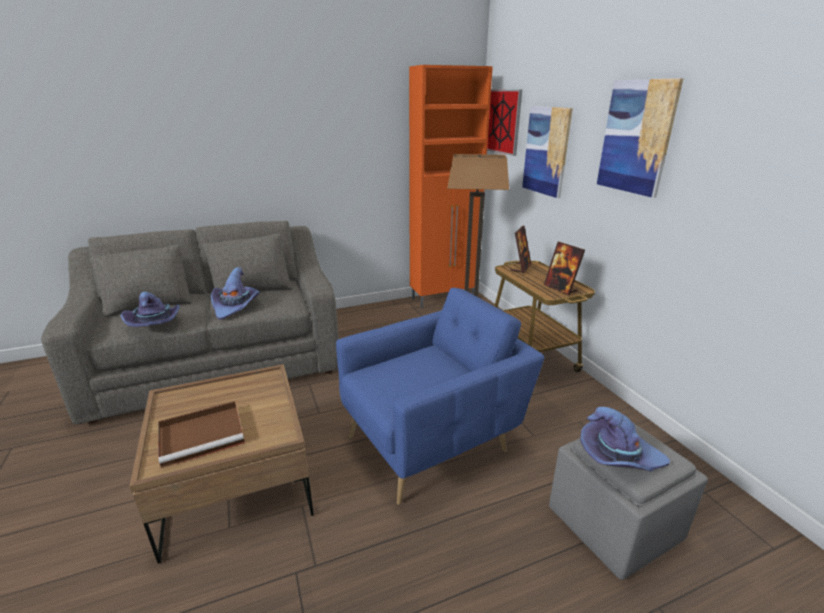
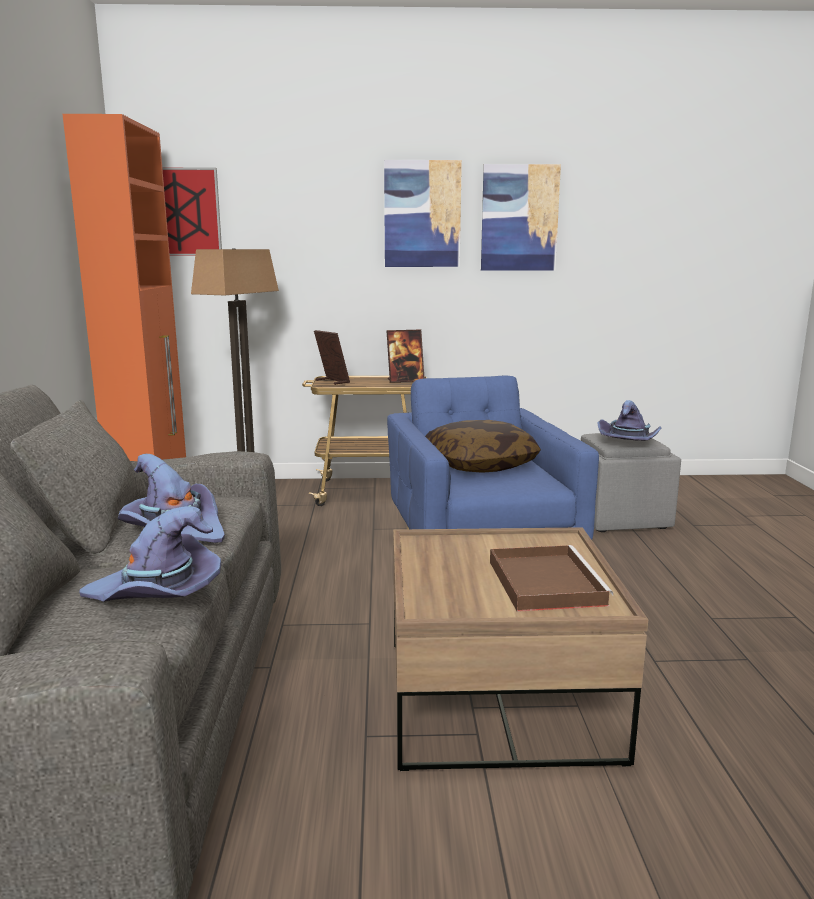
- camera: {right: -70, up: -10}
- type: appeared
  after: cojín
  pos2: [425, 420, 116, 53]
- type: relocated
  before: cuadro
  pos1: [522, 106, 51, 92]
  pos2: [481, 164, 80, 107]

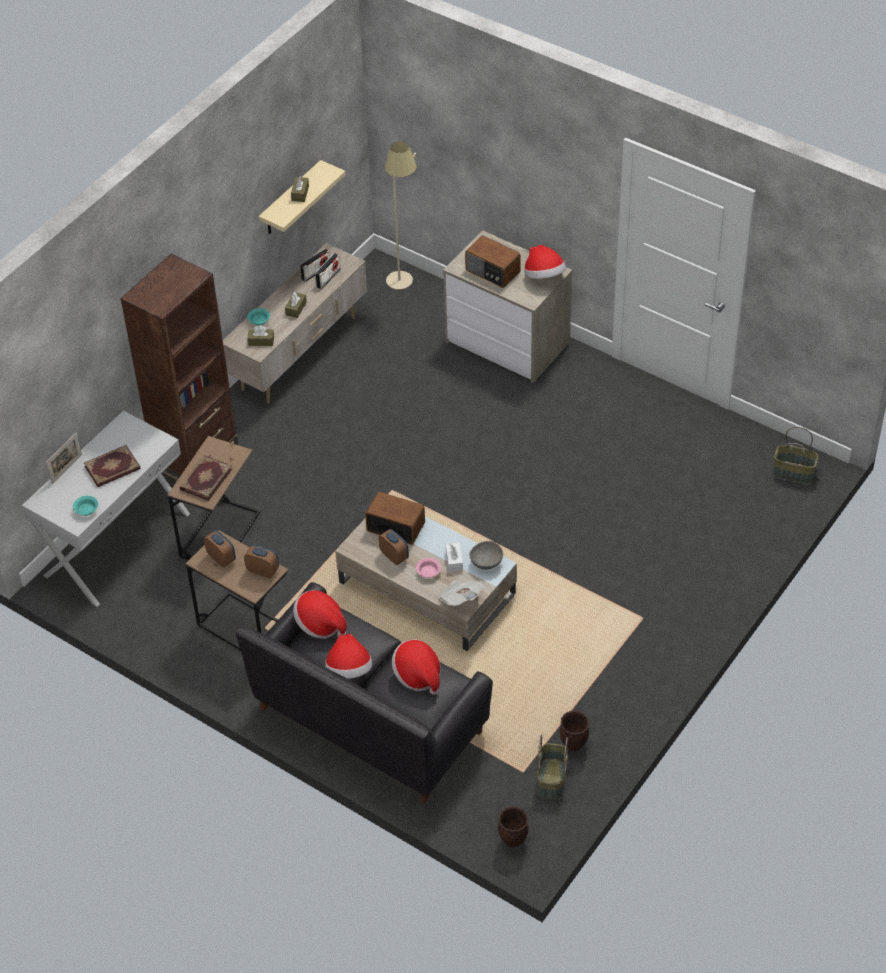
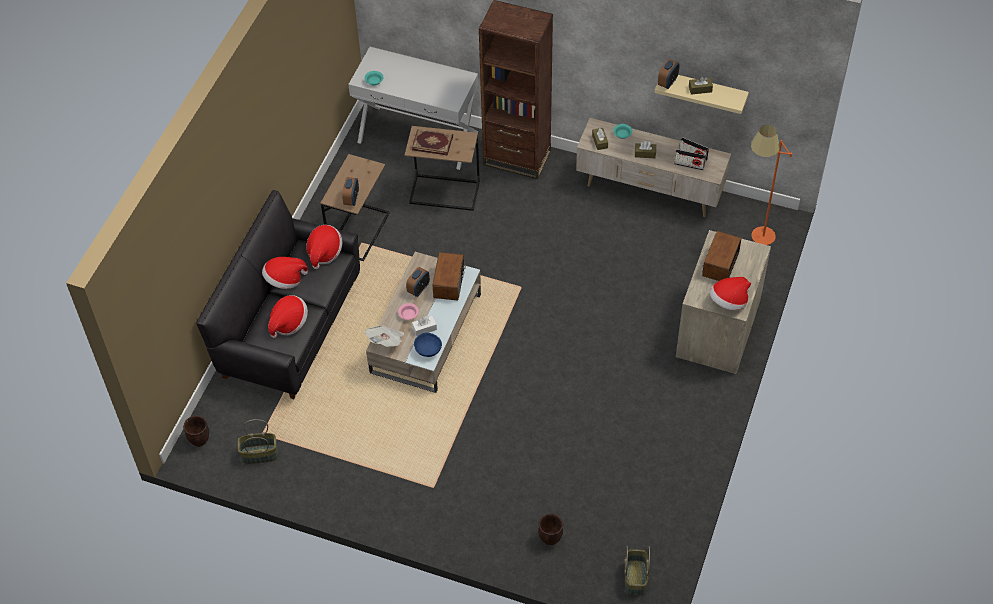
- camera: {right: 75, up: 5}
- type: colour
  before: cuenco/gris
  after: cuenco/azul
  pos1: [469, 541, 34, 29]
  pos2: [414, 332, 28, 25]
- type: relocated
  before: maceta/marrón
  pos1: [560, 710, 30, 41]
  pos2: [538, 513, 26, 32]
- type: relocated
  before: despertador
  pos1: [204, 530, 32, 37]
  pos2: [658, 59, 22, 30]
- type: colour
  before: lámpara de pie/beis
  after: lámpara de pie/naranja
  pos1: [385, 141, 32, 149]
  pos2: [751, 125, 41, 120]
- type: missing
  before: portarretratos
  pos1: [46, 432, 36, 53]
- type: missing
  before: libro
  pos1: [84, 445, 57, 42]

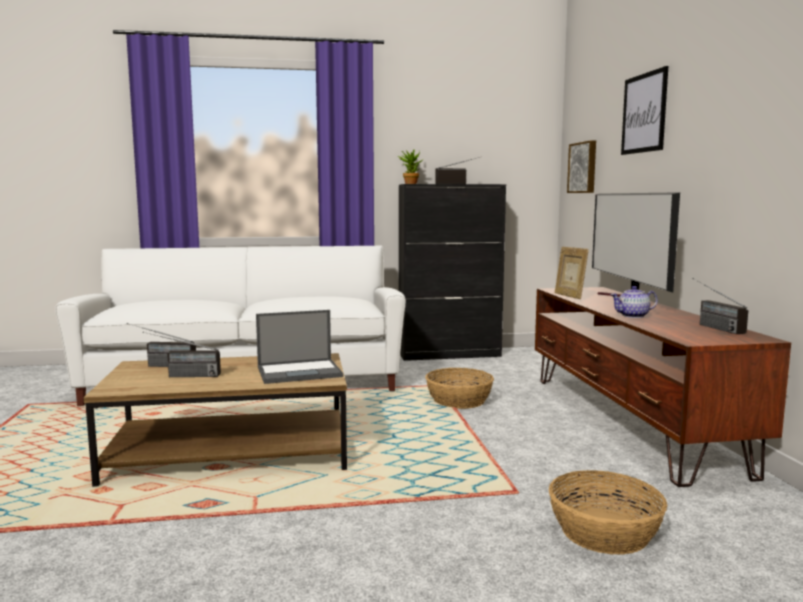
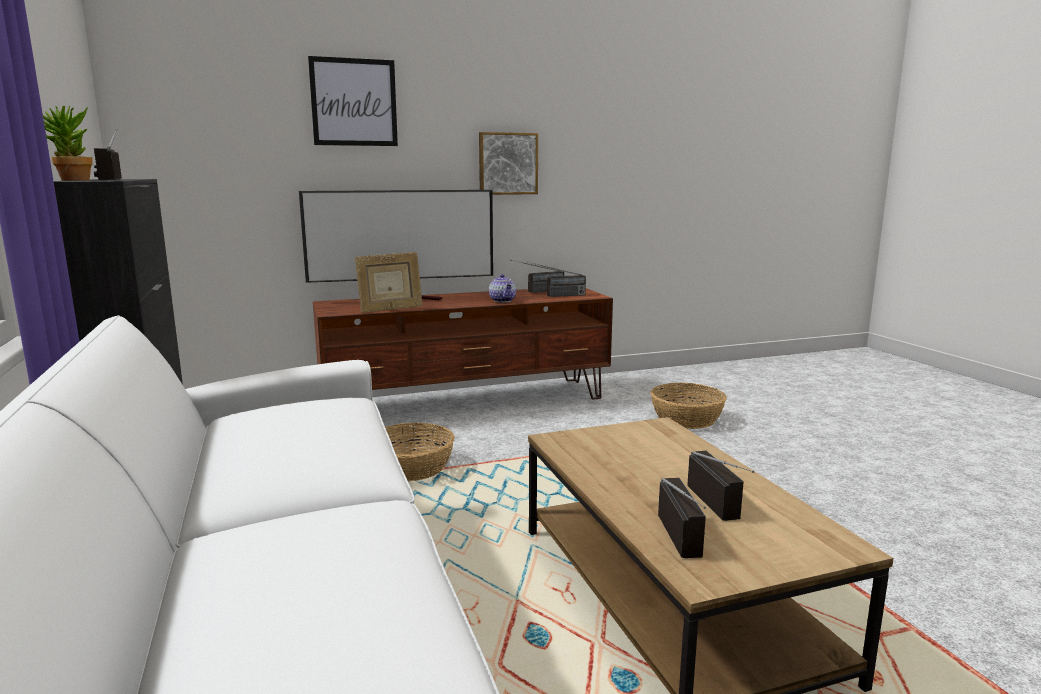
- camera: {right: -100, up: 5}
- type: relocated
  before: cuadro
  pos1: [567, 140, 29, 53]
  pos2: [479, 132, 59, 63]
- type: appeared
  after: radio
  pos2: [527, 262, 59, 35]
- type: missing
  before: portátil
  pos1: [256, 310, 87, 74]

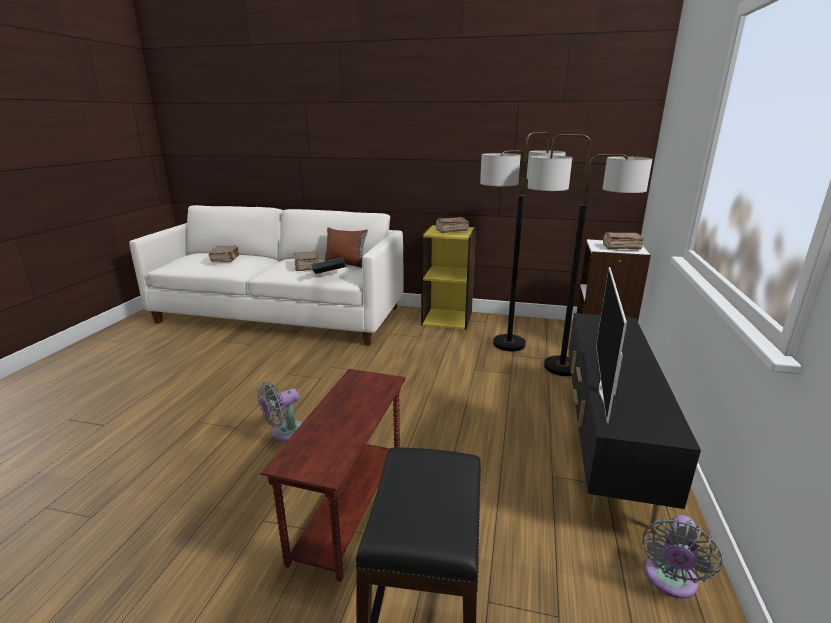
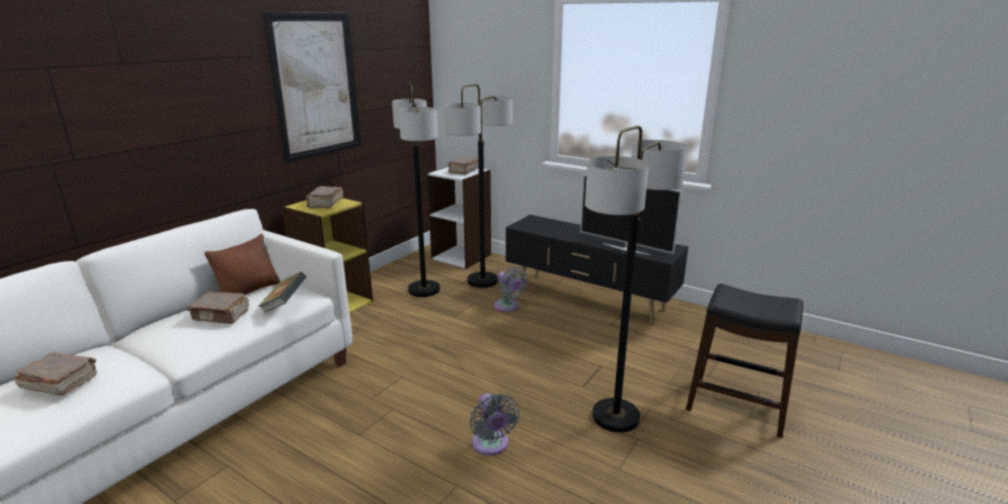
- camera: {right: -70, up: 0}
- type: appeared
  after: cuadro
  pos2: [262, 11, 99, 152]
- type: relocated
  before: ventilador/gris
  pos1: [642, 515, 80, 84]
  pos2: [494, 267, 34, 45]
- type: exchanged
  before: mesa auxiliar/marrón
  after: lámpara de pie
  pos1: [260, 369, 146, 213]
  pos2: [585, 125, 102, 307]

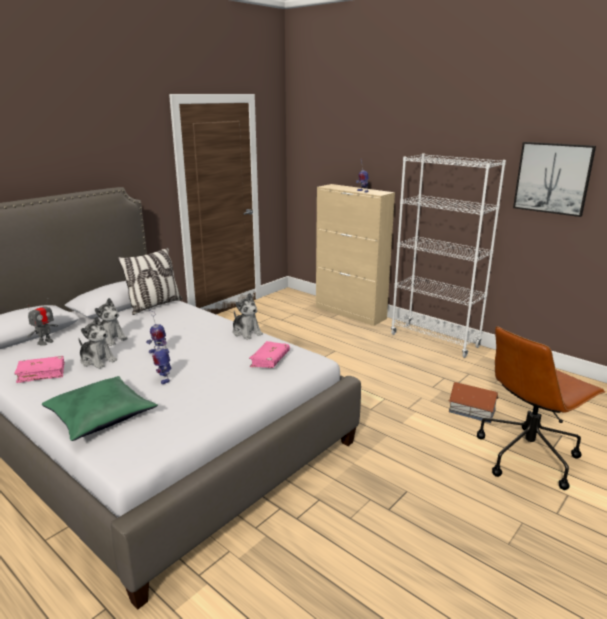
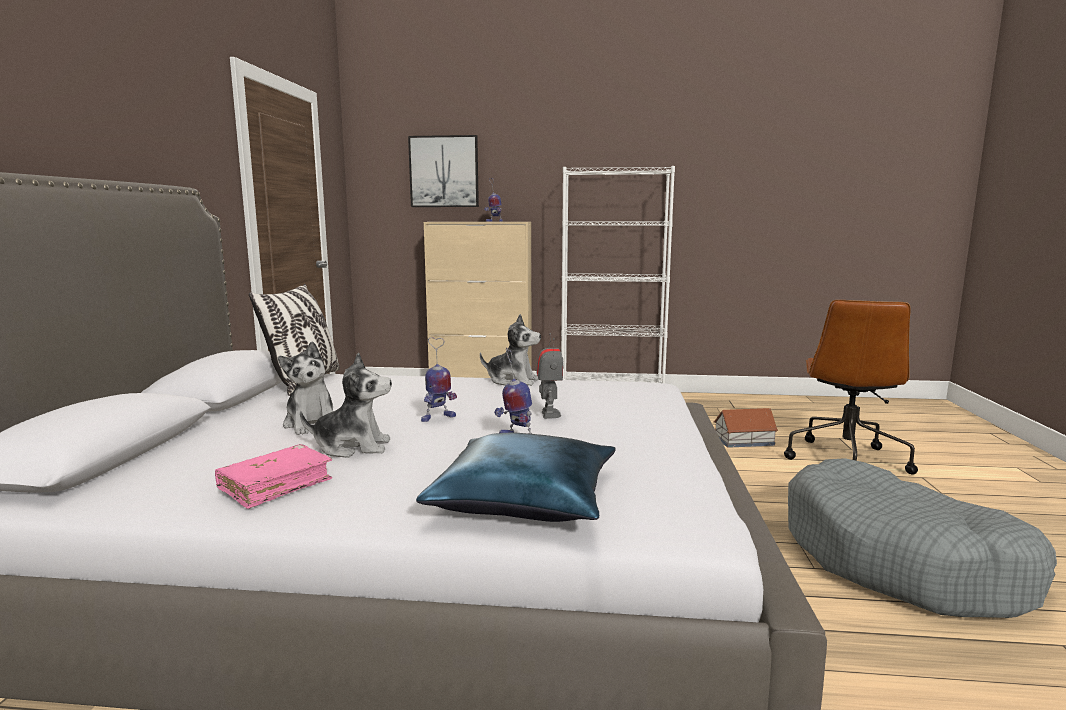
- camera: {right: -35, up: -10}
- type: spun
  before: peluche
  pos1: [95, 298, 33, 48]
  pos2: [278, 341, 55, 94]
  turn: 60
- type: relocated
  before: cuadro
  pos1: [513, 142, 83, 75]
  pos2: [408, 135, 71, 72]
- type: colour
  before: cojín/verde
  after: cojín/azul
  pos1: [42, 376, 116, 65]
  pos2: [416, 432, 200, 90]
- type: relocated
  before: robot de juguete
  pos1: [27, 298, 31, 48]
  pos2: [536, 333, 28, 86]
- type: appeared
  after: cama para perro/gris
  pos2: [788, 458, 269, 160]
- type: missing
  before: libro/rosa
  pos1: [249, 341, 41, 27]

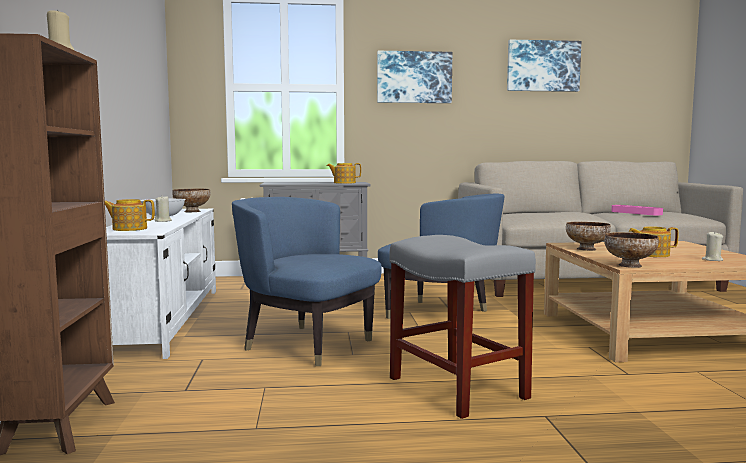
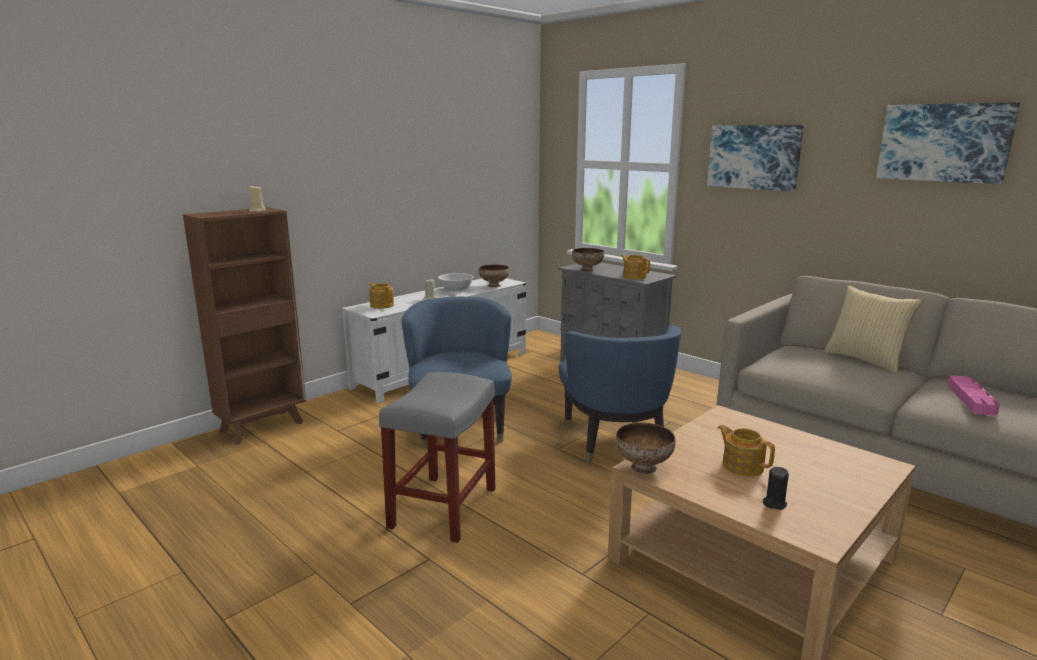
- camera: {right: 50, up: 10}
- type: relocated
  before: cuenco
  pos1: [566, 222, 45, 29]
  pos2: [572, 248, 32, 23]
- type: colour
  before: vela/beis
  after: vela/negro
  pos1: [702, 231, 21, 30]
  pos2: [763, 467, 26, 43]
- type: appeared
  after: cojín
  pos2: [824, 286, 99, 88]

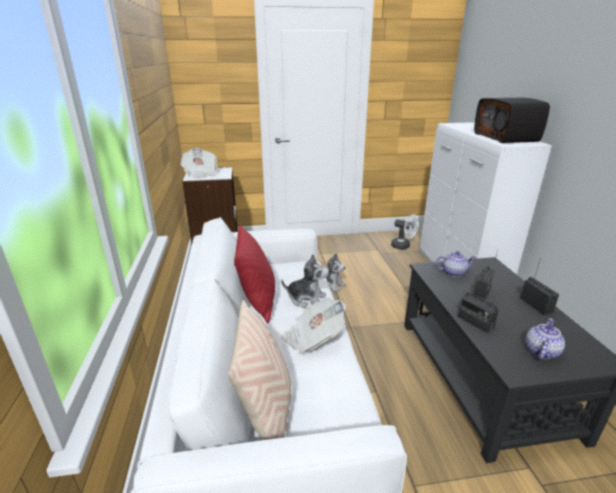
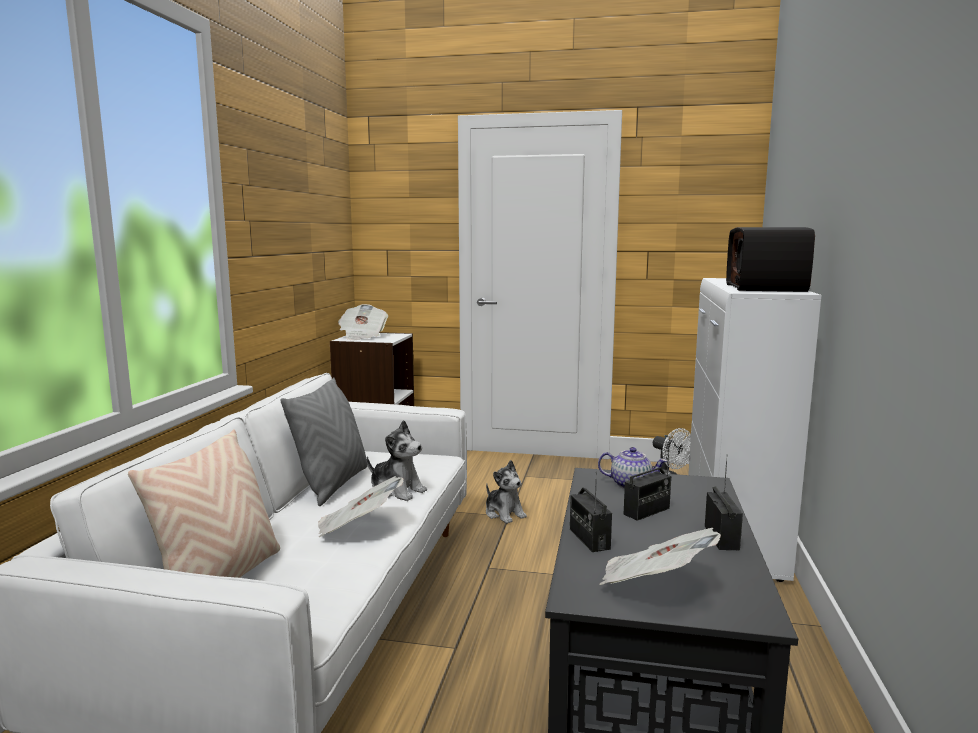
- camera: {right: 20, up: -15}
- type: colour
  before: cojín/rojo
  after: cojín/gris
  pos1: [234, 225, 41, 99]
  pos2: [280, 377, 88, 129]
- type: exchanged
  before: tetera
  after: periódico
  pos1: [525, 318, 40, 41]
  pos2: [600, 528, 121, 57]

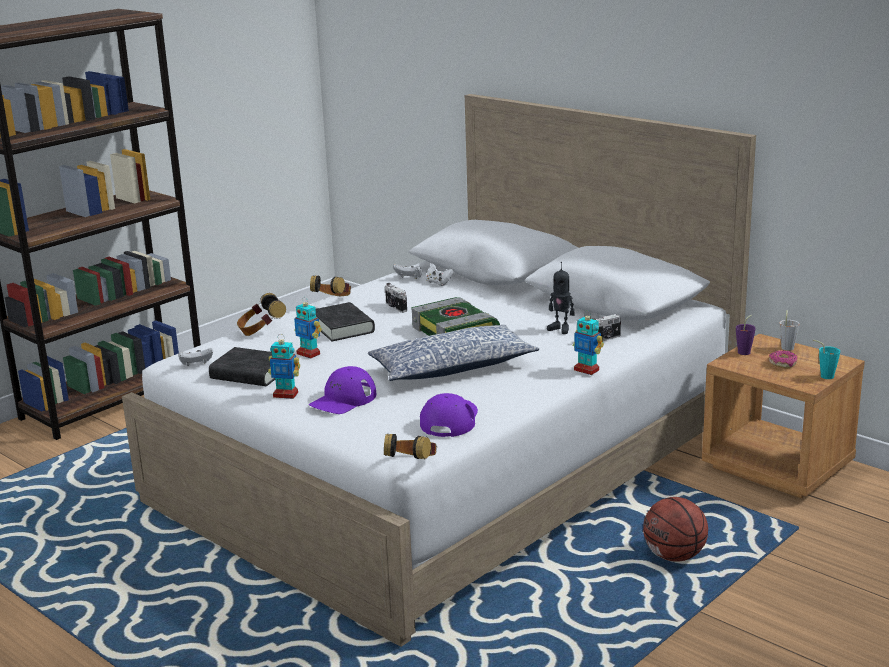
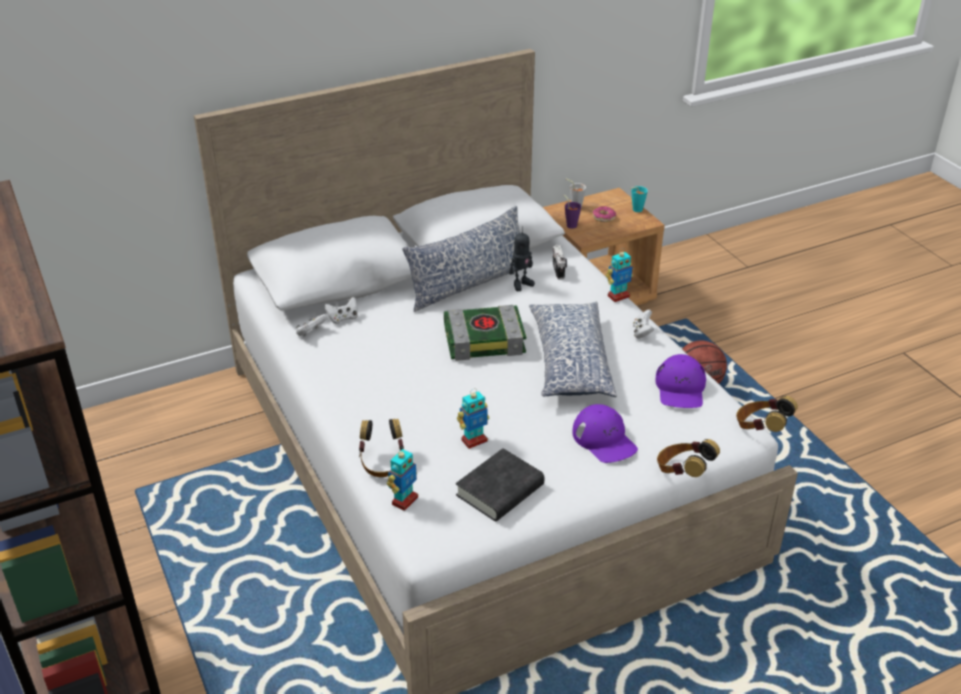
- camera: {right: -70, up: 15}
- type: relocated
  before: robot de juguete
  pos1: [268, 335, 32, 64]
  pos2: [387, 447, 31, 64]
- type: appeared
  after: cojín
  pos2: [403, 206, 117, 106]
- type: relocated
  before: mando de consola/blanco
  pos1: [178, 348, 35, 18]
  pos2: [633, 310, 21, 29]
- type: spun
  before: gorra/morado
  pos1: [420, 393, 58, 44]
  pos2: [655, 354, 51, 54]
  turn: -120
- type: relocated
  before: auriculares
  pos1: [310, 275, 41, 21]
  pos2: [657, 439, 63, 38]
- type: missing
  before: libro/negro
  pos1: [316, 302, 59, 39]
- type: missing
  before: cámara
  pos1: [385, 283, 22, 30]

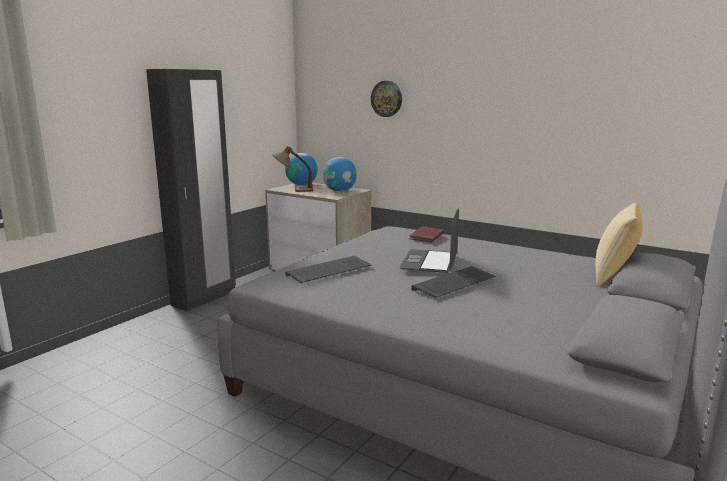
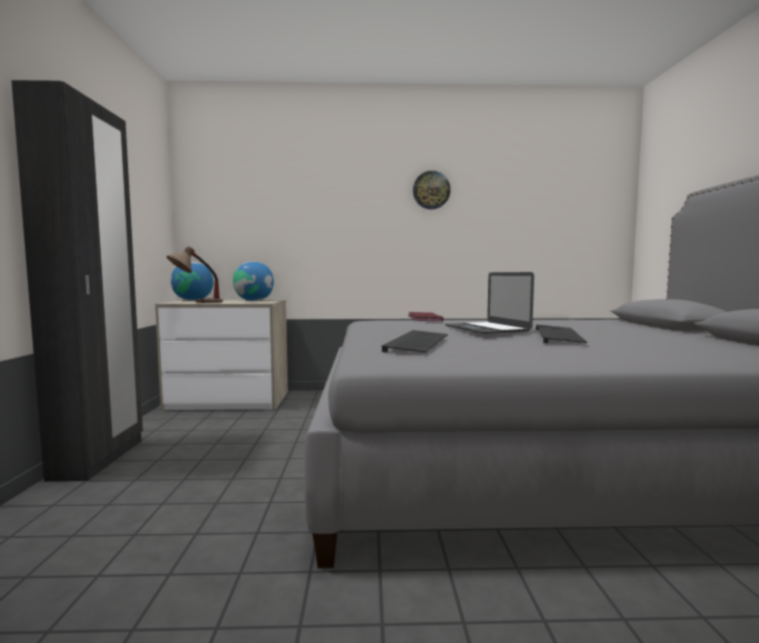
- camera: {right: -35, up: -10}
- type: relocated
  before: reloj de pared
  pos1: [371, 81, 31, 36]
  pos2: [413, 171, 38, 38]
- type: missing
  before: cojín
  pos1: [595, 203, 48, 83]

